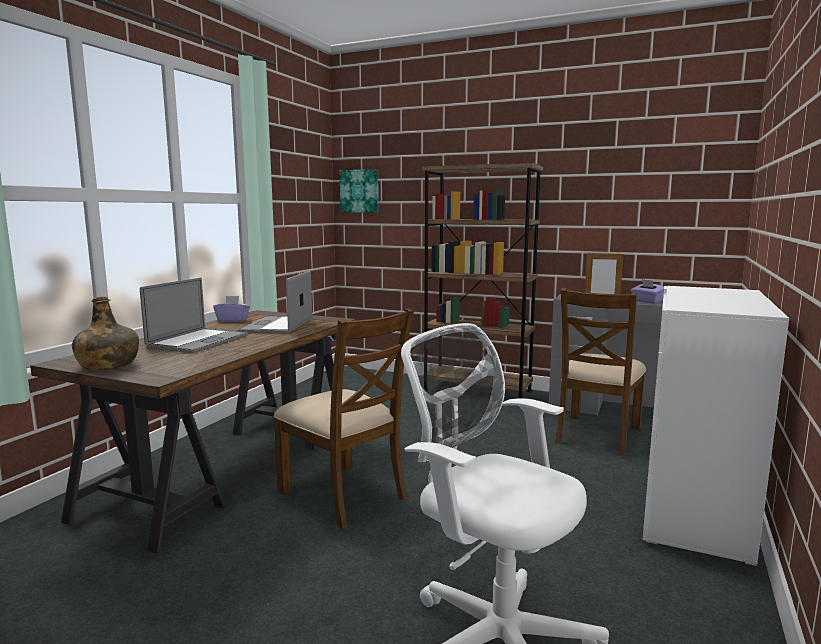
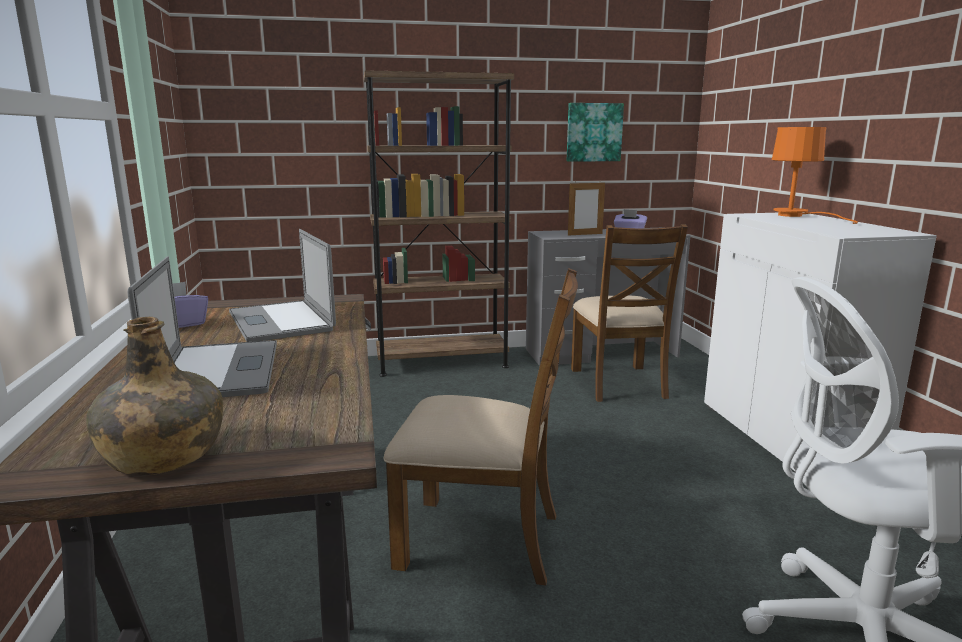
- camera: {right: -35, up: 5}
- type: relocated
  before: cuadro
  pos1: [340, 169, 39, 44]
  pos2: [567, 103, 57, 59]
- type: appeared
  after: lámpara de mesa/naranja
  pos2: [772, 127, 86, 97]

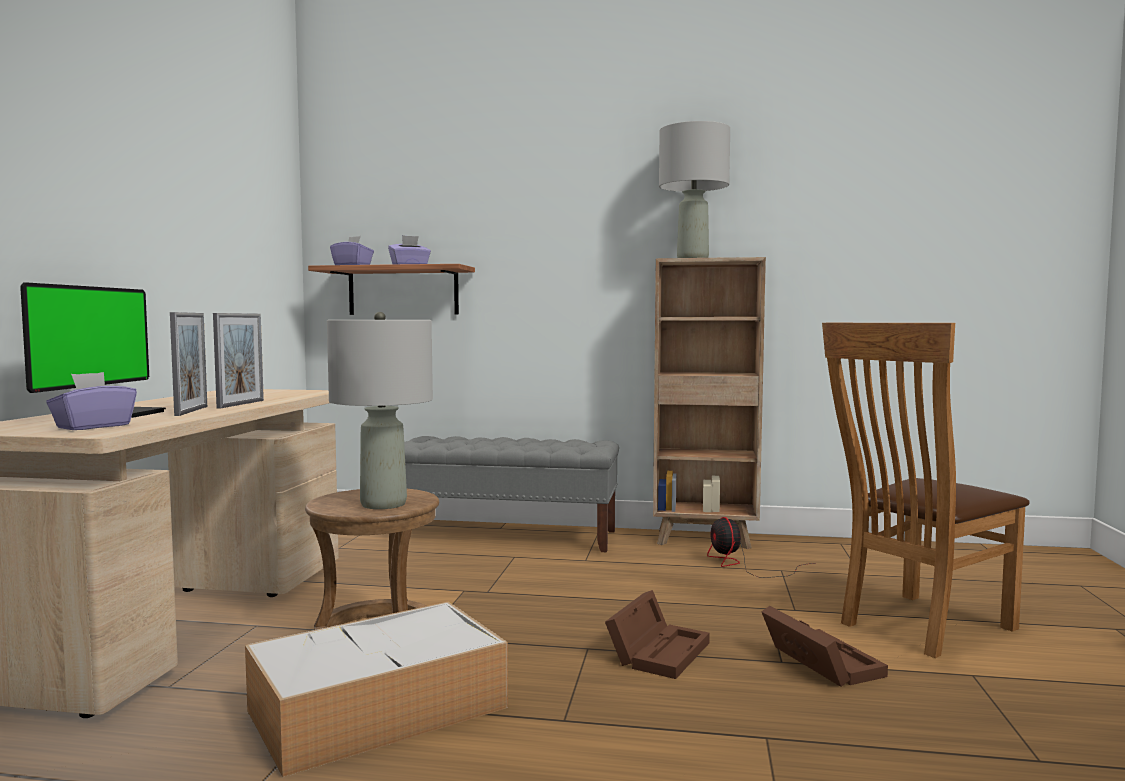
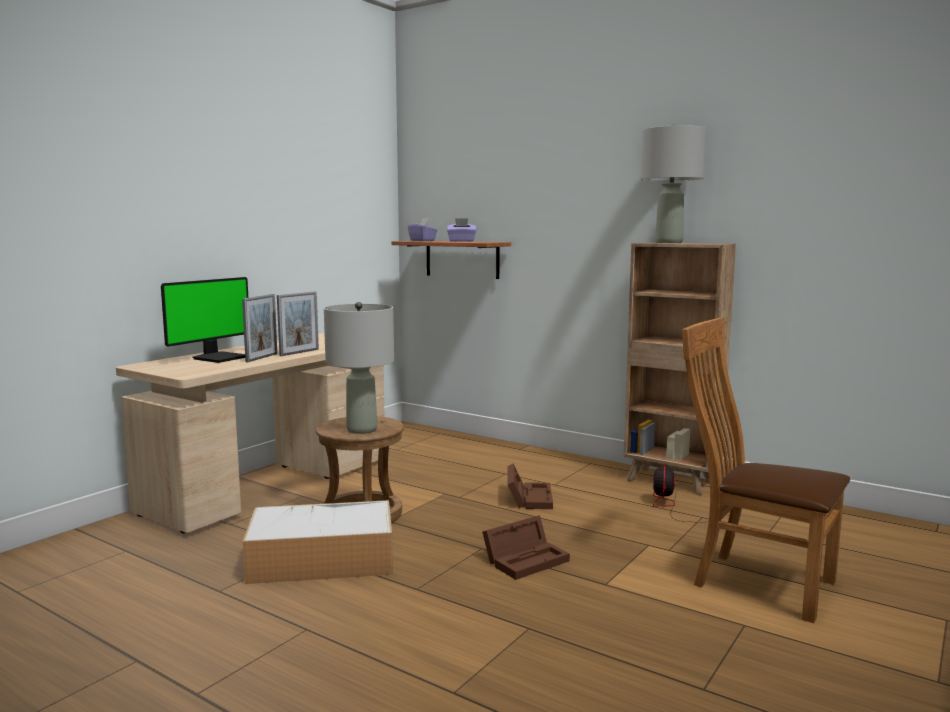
- camera: {right: 25, up: 5}
- type: relocated
  before: caja de almacenaje/marrón
  pos1: [761, 606, 127, 81]
  pos2: [507, 463, 46, 46]
- type: spun
  before: silla/marrón
  pos1: [822, 323, 208, 335]
  pos2: [682, 318, 168, 305]
  turn: 45
- type: missing
  before: caja de pañuelos/morado
  pos1: [46, 372, 91, 58]
- type: missing
  before: banco/gris
  pos1: [404, 436, 215, 117]

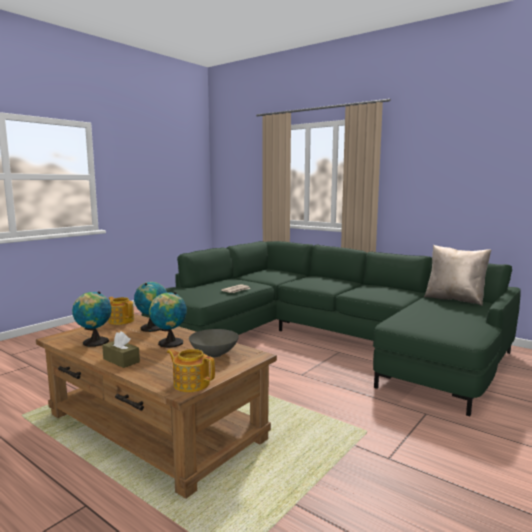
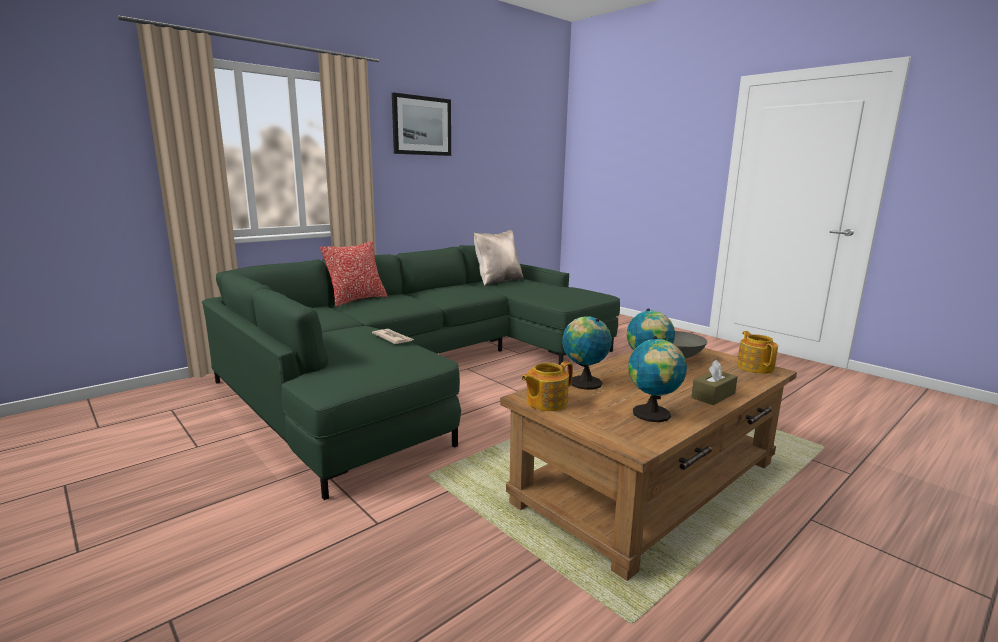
- camera: {right: -80, up: 5}
- type: appeared
  after: cojín
  pos2: [320, 241, 67, 66]
- type: appeared
  after: cuadro
  pos2: [392, 92, 59, 64]
- type: spun
  before: tetera
  pos1: [167, 349, 48, 43]
  pos2: [737, 331, 41, 43]
  turn: 135

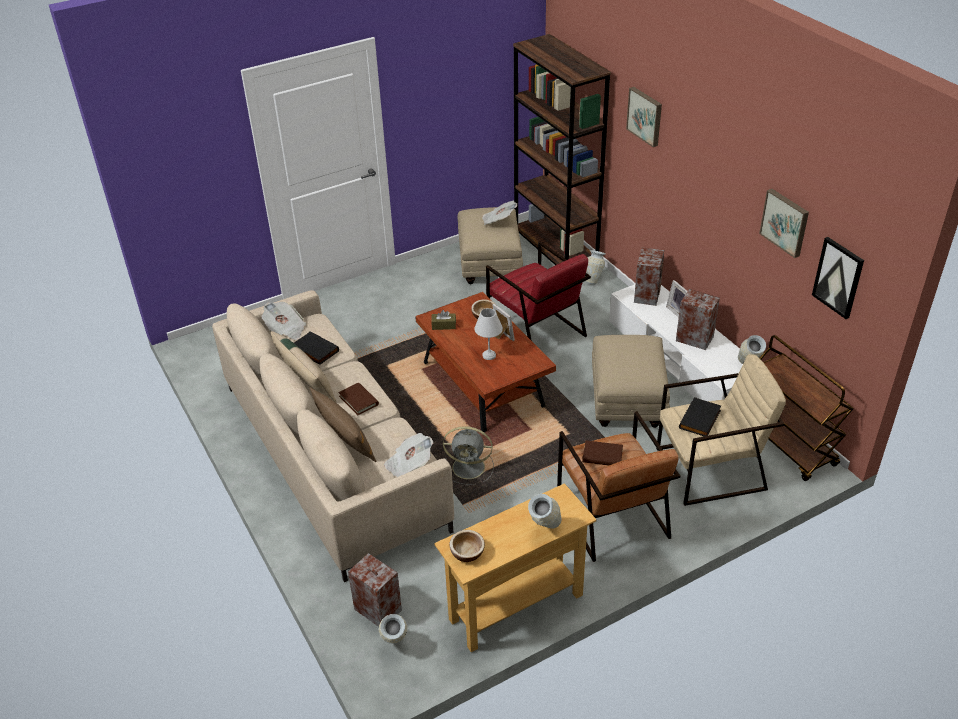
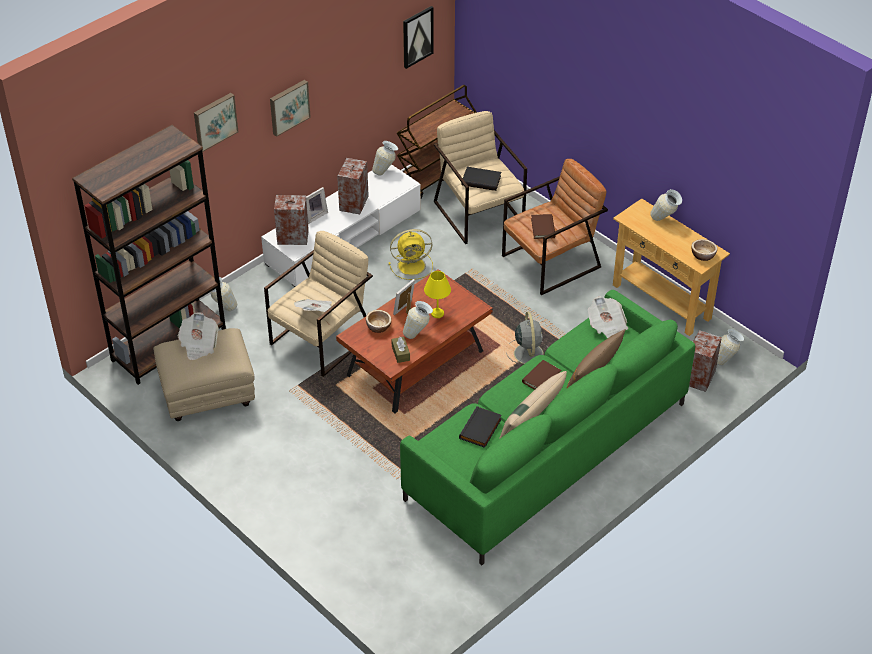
- camera: {right: -105, up: 5}
- type: colour
  before: sillón/rojo
  after: sillón/beis
  pos1: [486, 241, 105, 100]
  pos2: [264, 231, 109, 146]
- type: relocated
  before: cuadro
  pos1: [759, 189, 50, 69]
  pos2: [270, 80, 41, 57]
- type: relocated
  before: periódico
  pos1: [262, 302, 44, 38]
  pos2: [294, 299, 40, 13]
- type: exchanged
  before: puf/beis
  after: ventilador/amarillo
  pos1: [592, 335, 78, 93]
  pos2: [388, 229, 45, 51]
- type: colour
  before: sofá/beis
  after: sofá/verde
  pos1: [212, 290, 242, 292]
  pos2: [400, 290, 295, 275]
- type: appeared
  after: florero
  pos2: [403, 301, 30, 38]
- type: colour
  before: lámpara de mesa/blanco
  after: lámpara de mesa/amarillo
  pos1: [474, 308, 29, 52]
  pos2: [424, 271, 27, 47]

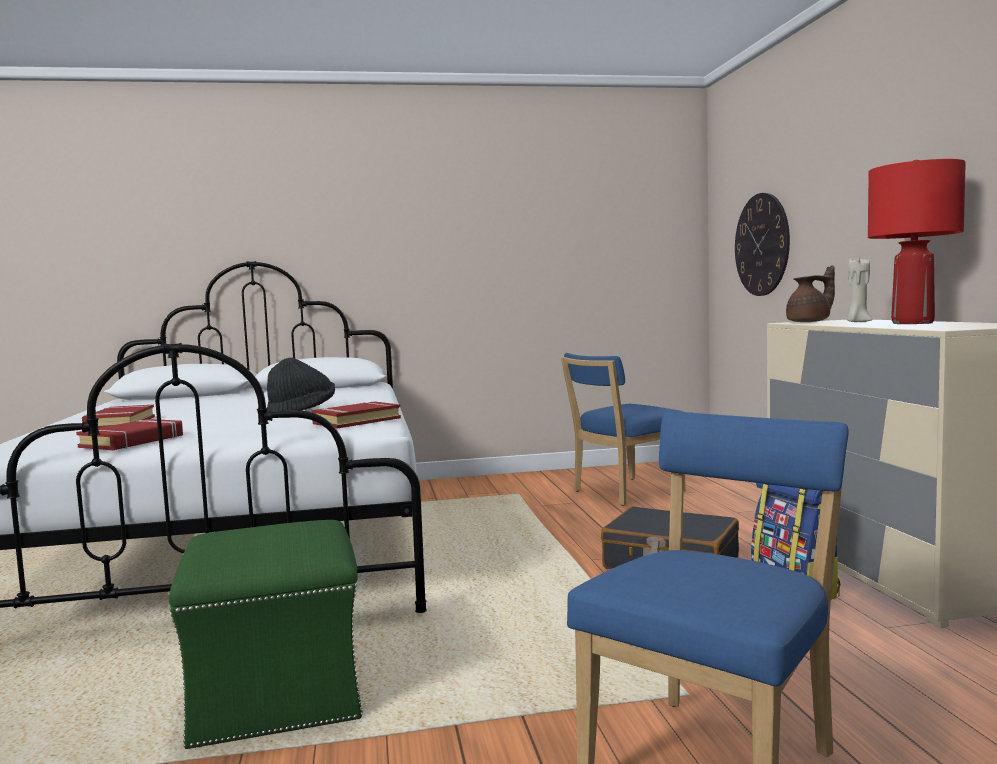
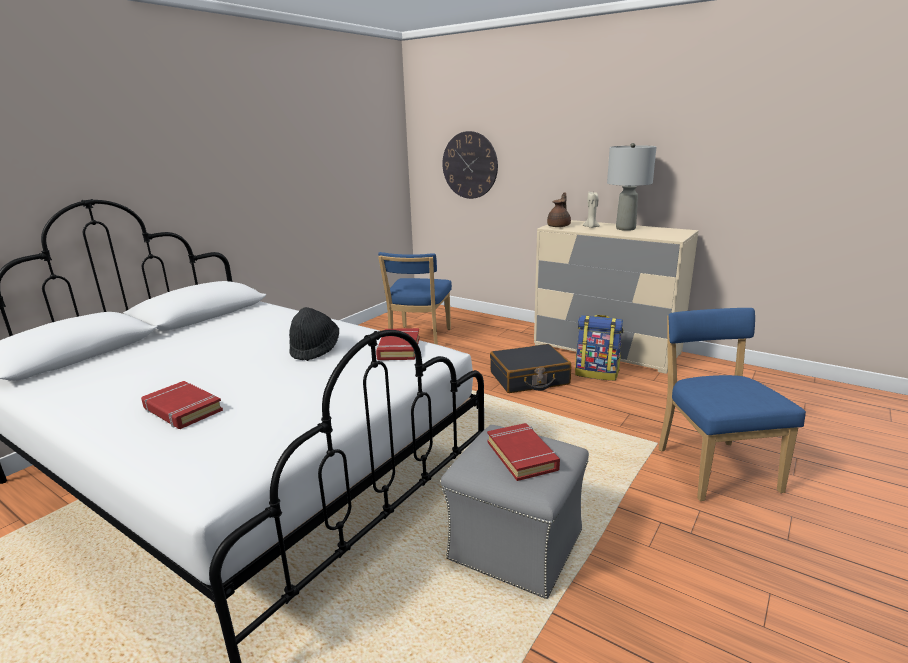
- camera: {right: -45, up: 15}
- type: colour
  before: puf/verde
  after: puf/gris
  pos1: [169, 520, 194, 229]
  pos2: [441, 425, 148, 174]
- type: relocated
  before: libro/rojo
  pos1: [76, 419, 107, 31]
  pos2: [487, 423, 73, 58]
- type: colour
  before: lámpara de mesa/rojo
  after: lámpara de mesa/gris
  pos1: [868, 159, 98, 165]
  pos2: [607, 143, 49, 88]

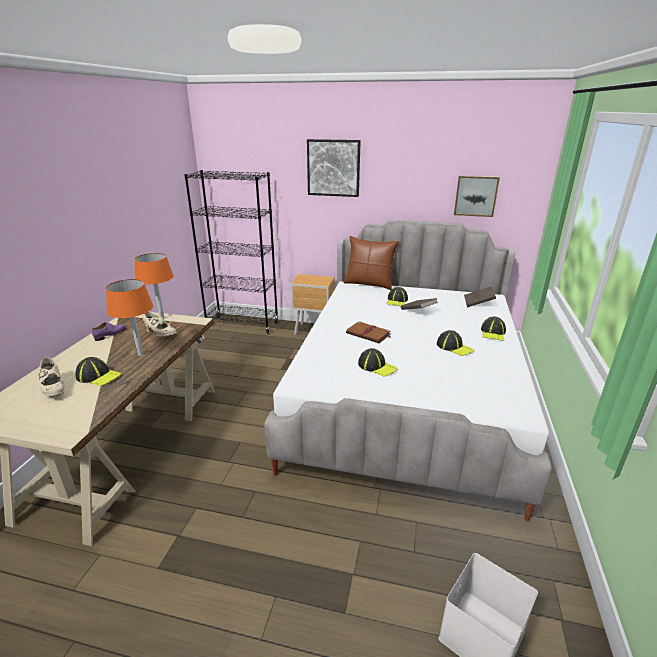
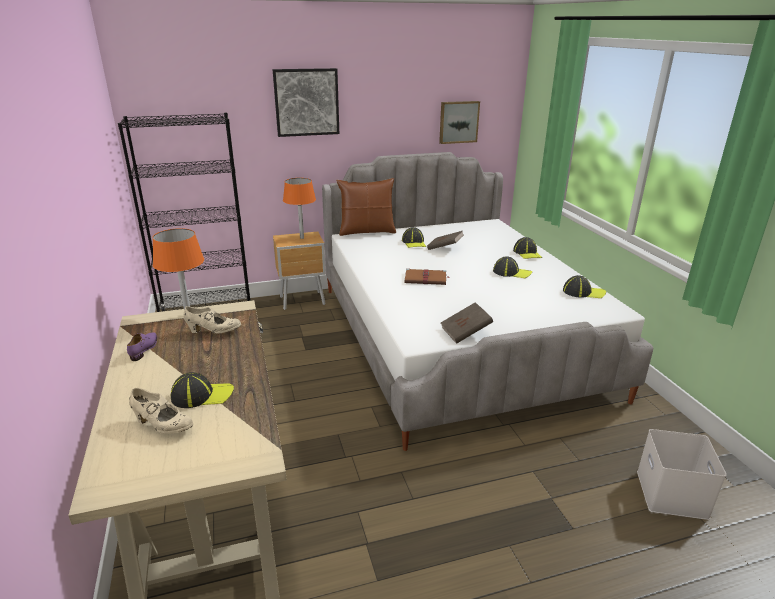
- camera: {right: -30, up: 0}
- type: relocated
  before: lámpara de mesa/naranja
  pos1: [106, 279, 47, 77]
  pos2: [283, 178, 33, 61]
- type: relocated
  before: libro/marrón
  pos1: [464, 286, 32, 21]
  pos2: [440, 302, 53, 42]
- type: relocated
  before: gorra
  pos1: [358, 348, 39, 29]
  pos2: [563, 275, 43, 23]

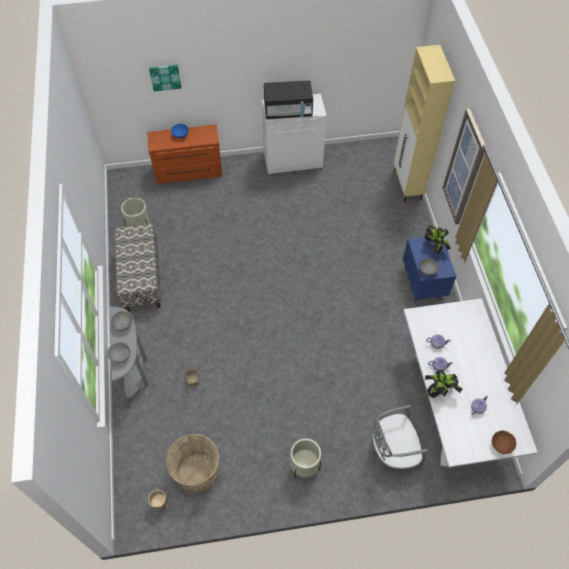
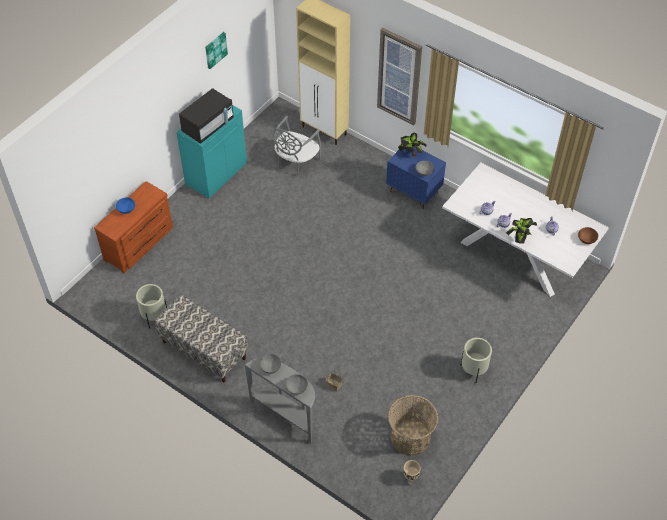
- camera: {right: -45, up: -5}
- type: colour
  before: armario/blanco
  after: armario/turquesa
  pos1: [262, 94, 64, 80]
  pos2: [176, 105, 71, 94]
- type: relocated
  before: cuadro
  pos1: [149, 65, 32, 26]
  pos2: [205, 32, 23, 37]
- type: relocated
  before: silla/gris
  pos1: [372, 405, 55, 64]
  pos2: [273, 116, 48, 61]

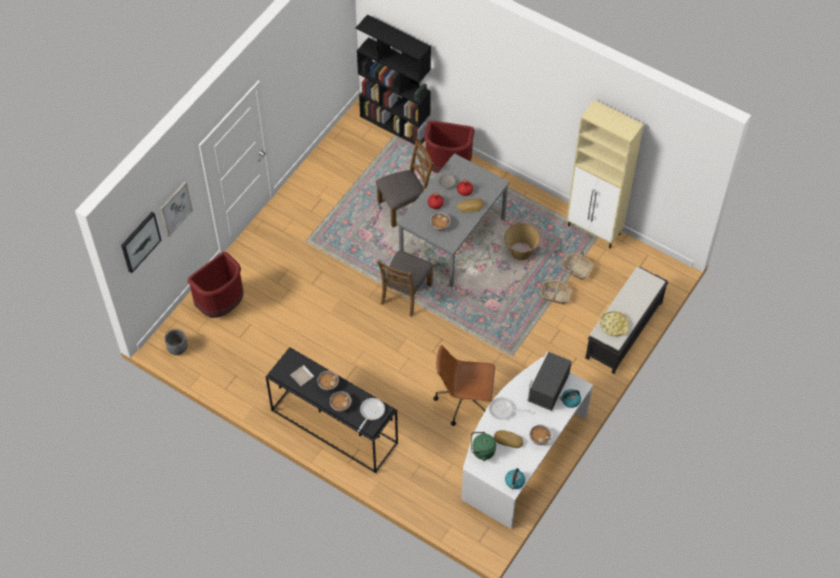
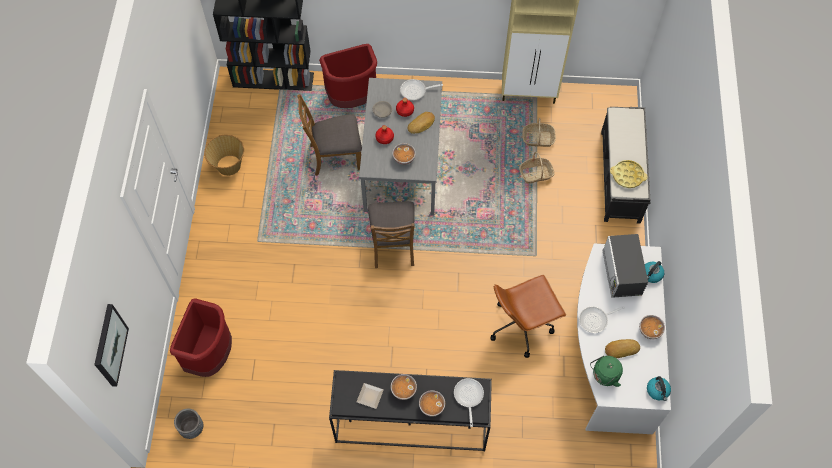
- camera: {right: -30, up: 5}
- type: relocated
  before: cesta
  pos1: [504, 223, 36, 37]
  pos2: [204, 135, 40, 41]
- type: spun
  before: silla/marrón
  pos1: [376, 139, 58, 88]
  pos2: [297, 94, 65, 82]
  turn: -135
- type: appeared
  after: sartén
  pos2: [400, 79, 43, 21]
- type: missing
  before: cuadro
  pos1: [160, 182, 33, 55]

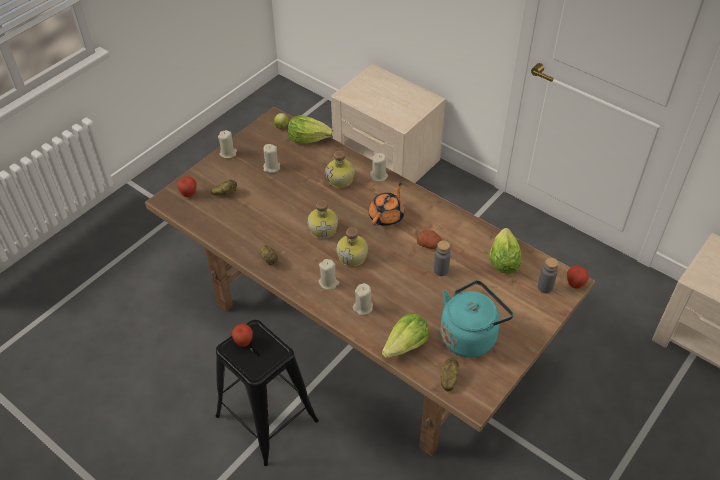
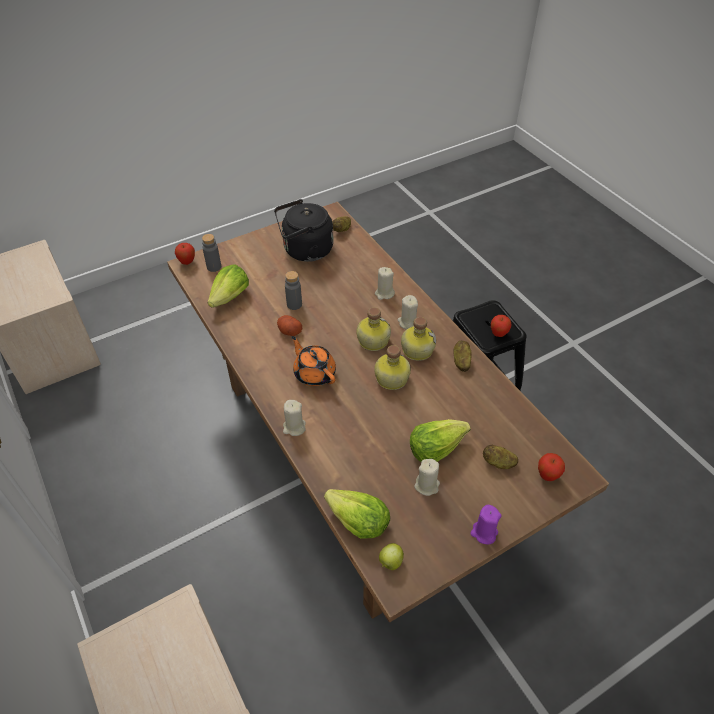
- camera: {right: -160, up: 0}
- type: colour
  before: hervidor/turquesa
  after: hervidor/negro
  pos1: [440, 280, 74, 78]
  pos2: [274, 199, 59, 63]
- type: spun
  before: tetera/naranja
  pos1: [369, 183, 35, 43]
  pos2: [292, 336, 44, 50]
  turn: 90
- type: relocated
  before: botella
  pos1: [325, 151, 30, 37]
  pos2: [401, 317, 35, 44]
- type: relocated
  before: lechuga
  pos1: [382, 313, 47, 45]
  pos2: [410, 419, 61, 43]
- type: colour
  before: vela/beis
  after: vela/morado
  pos1: [218, 130, 19, 28]
  pos2: [470, 505, 31, 39]

